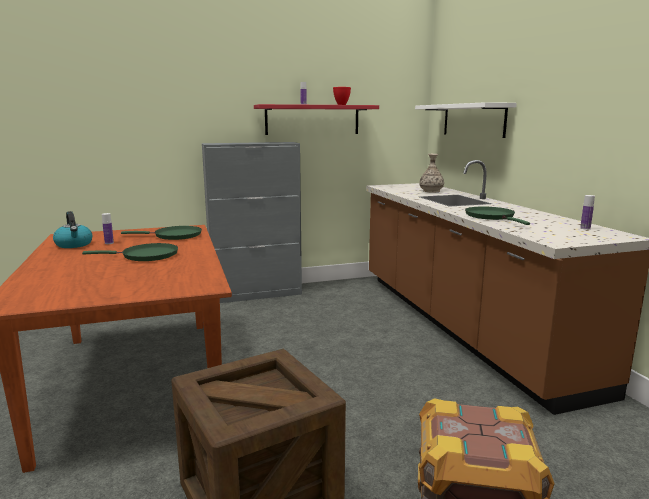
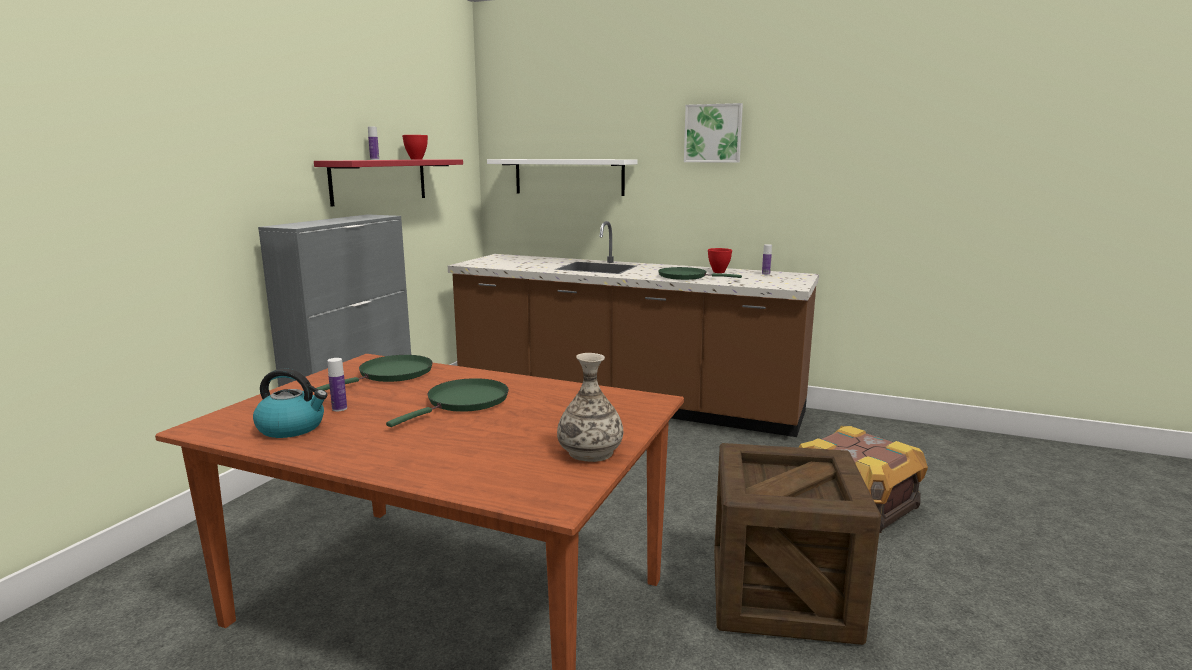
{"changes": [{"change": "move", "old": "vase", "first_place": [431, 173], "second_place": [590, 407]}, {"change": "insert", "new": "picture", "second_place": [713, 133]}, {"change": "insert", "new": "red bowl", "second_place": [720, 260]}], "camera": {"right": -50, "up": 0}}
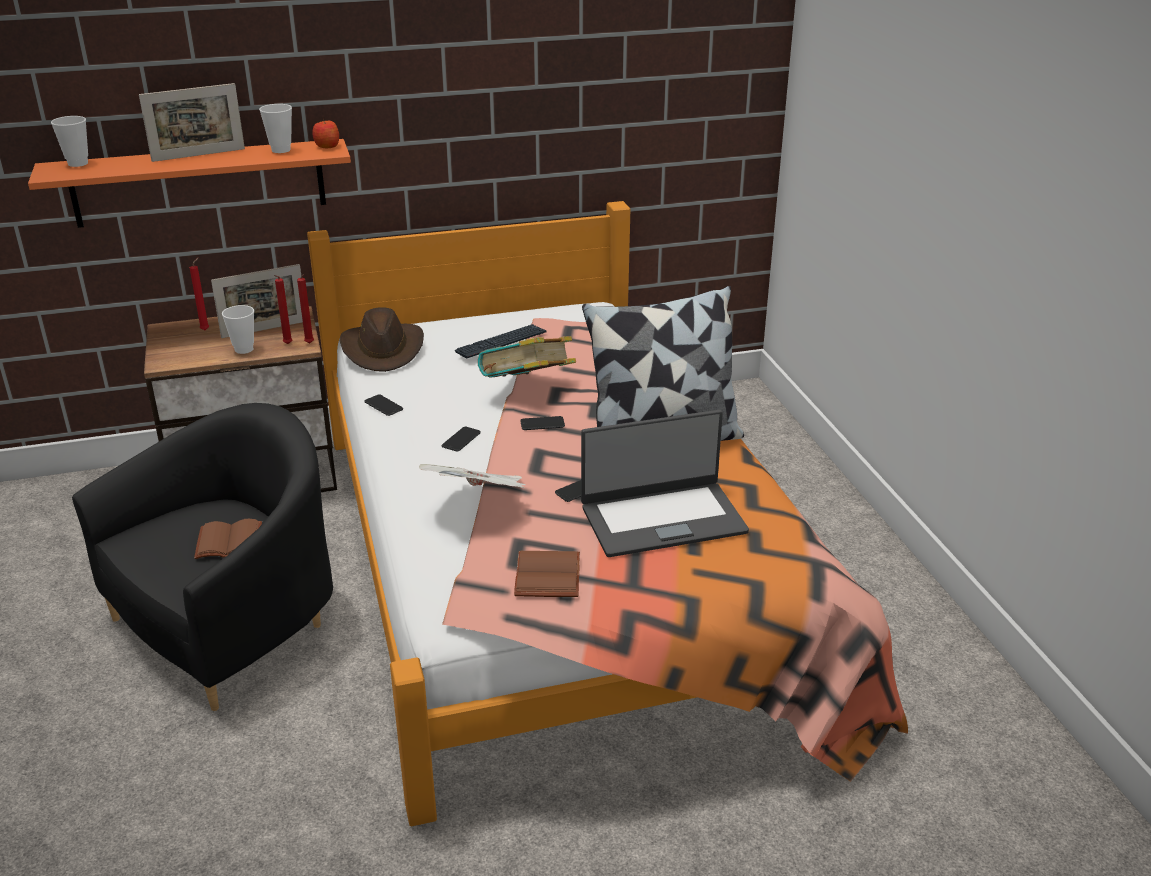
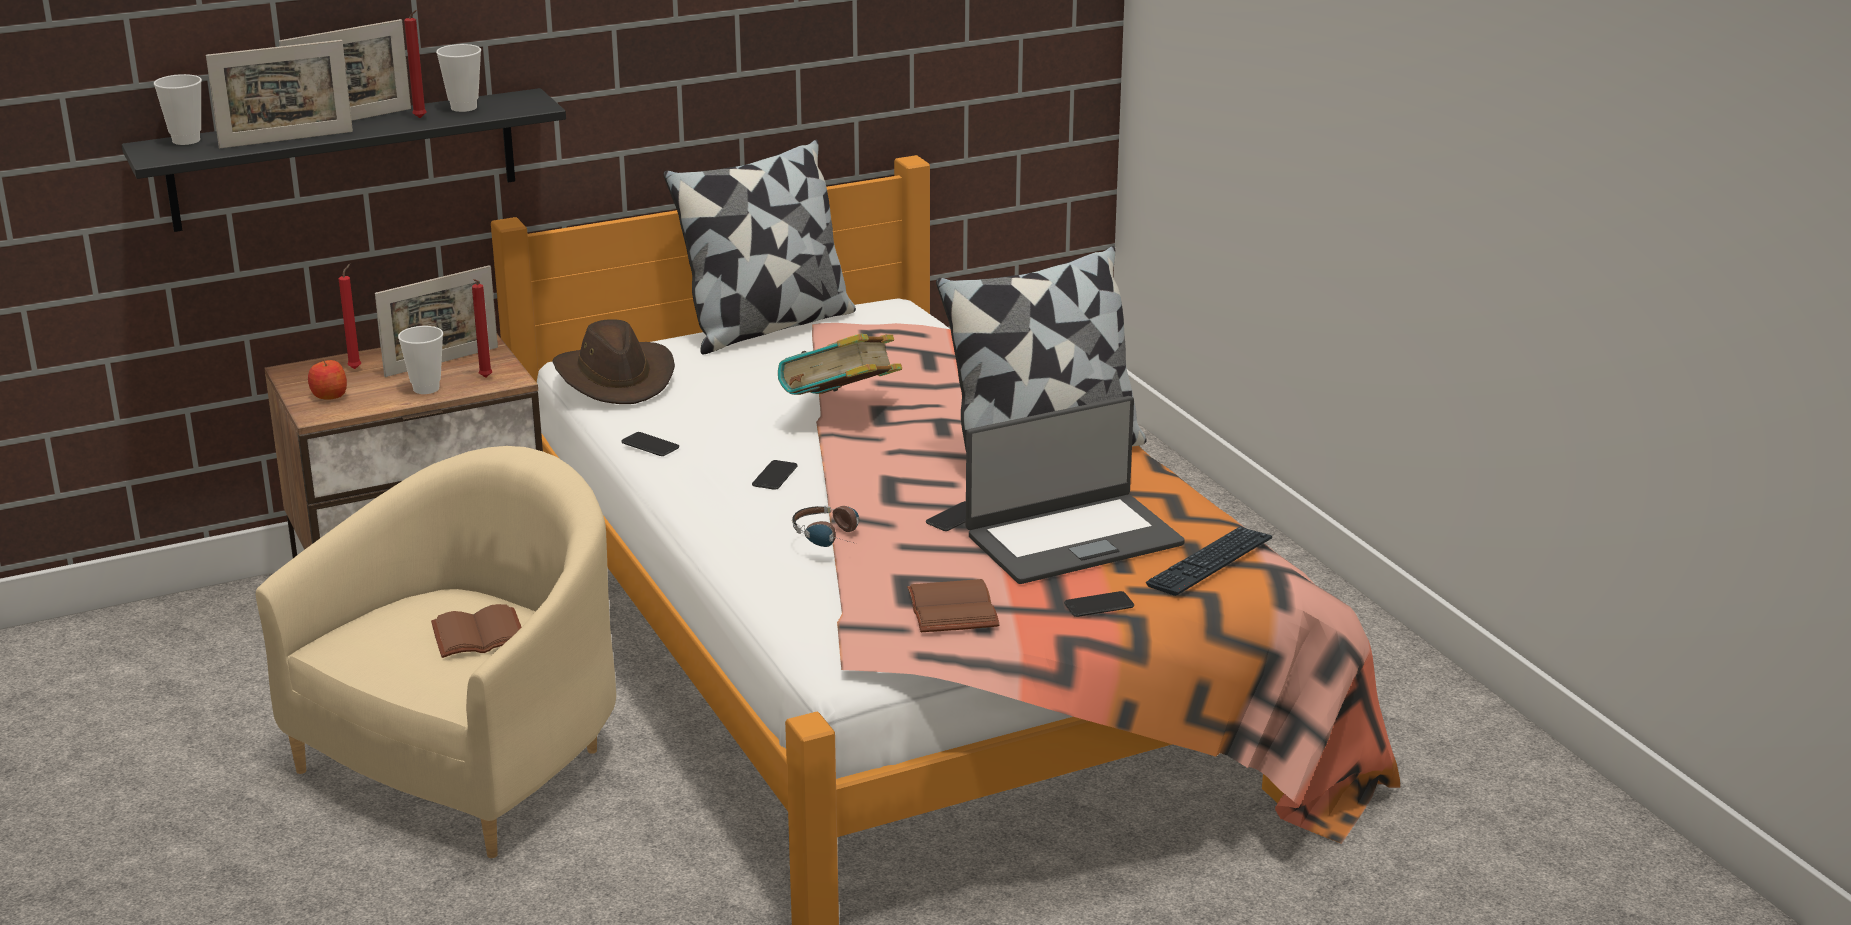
{"changes": [{"change": "move", "old": "apple", "first_place": [325, 133], "second_place": [327, 380]}, {"change": "recolor", "old": "orange shelf", "new": "black shelf", "first_place": [189, 183], "second_place": [344, 160]}, {"change": "move", "old": "red candle", "first_place": [305, 309], "second_place": [415, 64]}, {"change": "move", "old": "keyboard", "first_place": [500, 341], "second_place": [1209, 561]}, {"change": "recolor", "old": "black armchair", "new": "beige armchair", "first_place": [202, 557], "second_place": [436, 652]}, {"change": "move", "old": "phone", "first_place": [542, 423], "second_place": [1099, 604]}, {"change": "replace", "old": "newspaper", "new": "headphones", "first_place": [472, 476], "second_place": [825, 526]}, {"change": "insert", "new": "picture frame", "second_place": [279, 94]}, {"change": "insert", "new": "pillow", "second_place": [759, 247]}], "camera": {"right": -10, "up": -5}}
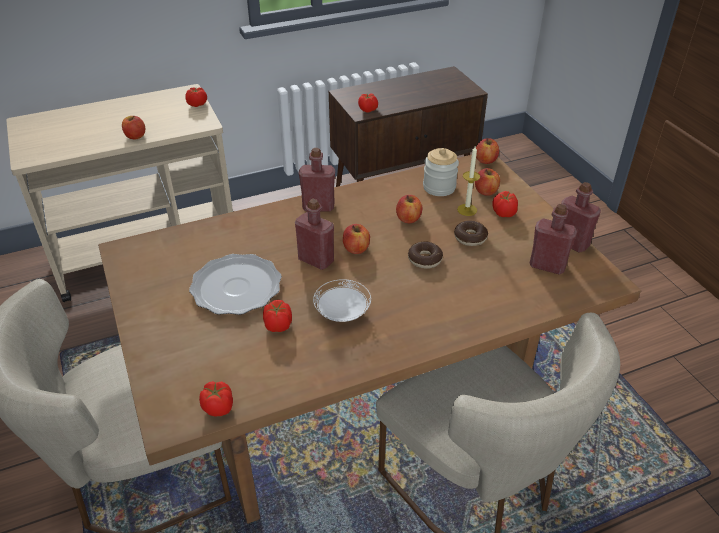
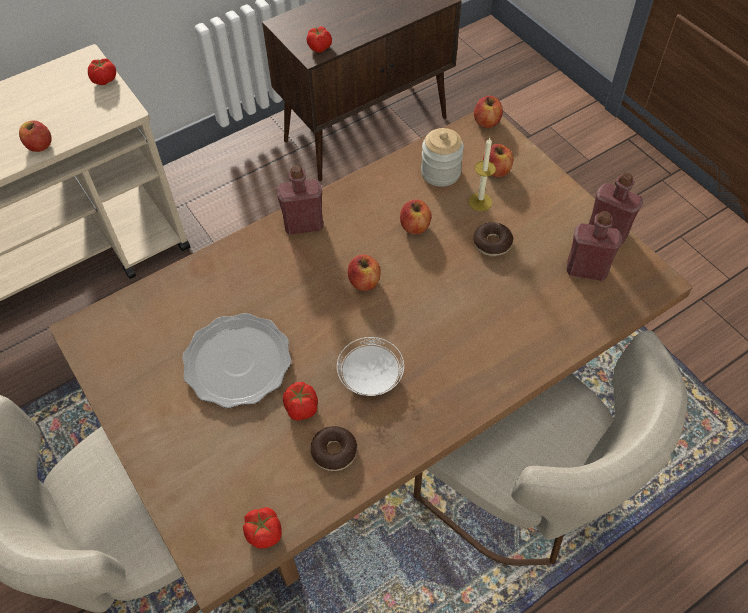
{"changes": [{"change": "delete", "old": "tomato", "first_place": [505, 204]}, {"change": "delete", "old": "red bottle", "first_place": [314, 234]}, {"change": "move", "old": "donut", "first_place": [425, 255], "second_place": [333, 448]}], "camera": {"right": -10, "up": 15}}
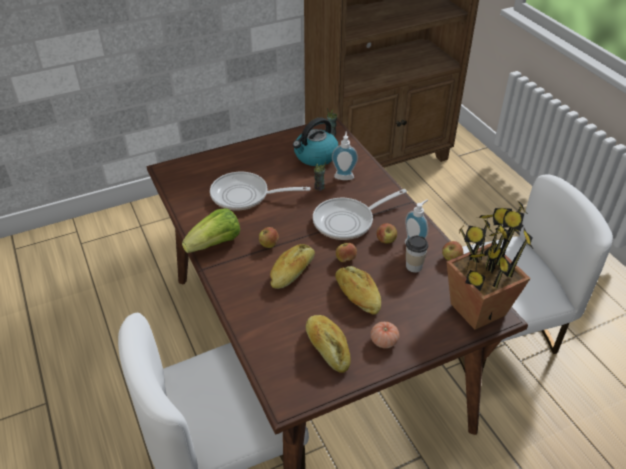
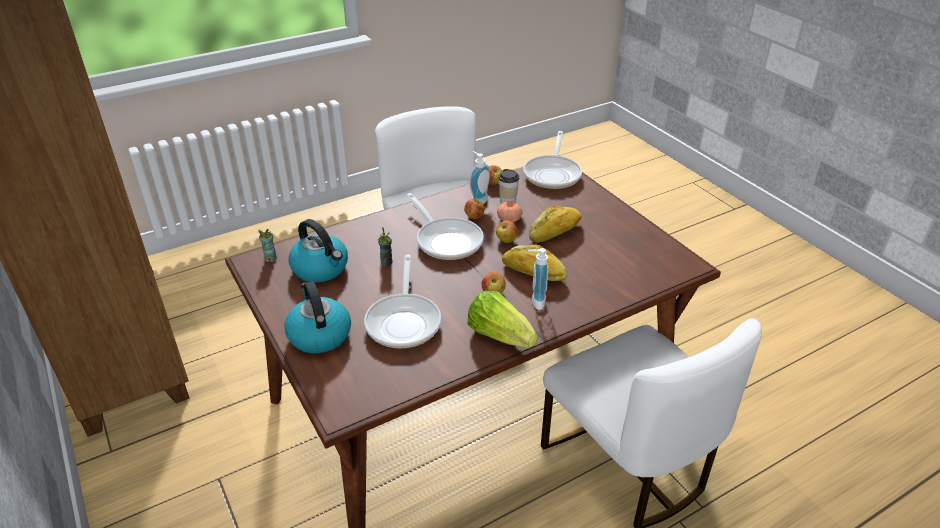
{"changes": [{"change": "move", "old": "soap dispenser", "first_place": [345, 155], "second_place": [538, 279]}, {"change": "replace", "old": "potted plant", "new": "frying pan", "first_place": [489, 265], "second_place": [552, 160]}, {"change": "delete", "old": "bread", "first_place": [328, 344]}, {"change": "move", "old": "tomato", "first_place": [384, 335], "second_place": [510, 211]}, {"change": "insert", "new": "kettle", "second_place": [317, 317]}], "camera": {"right": -95, "up": -5}}
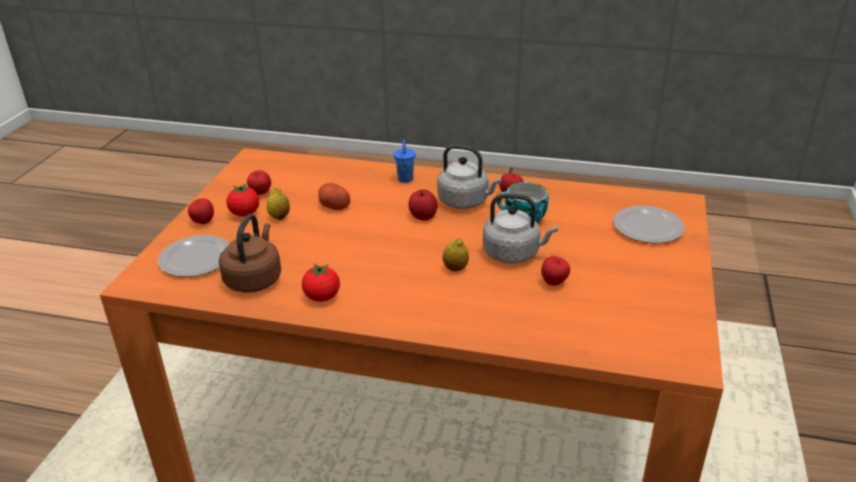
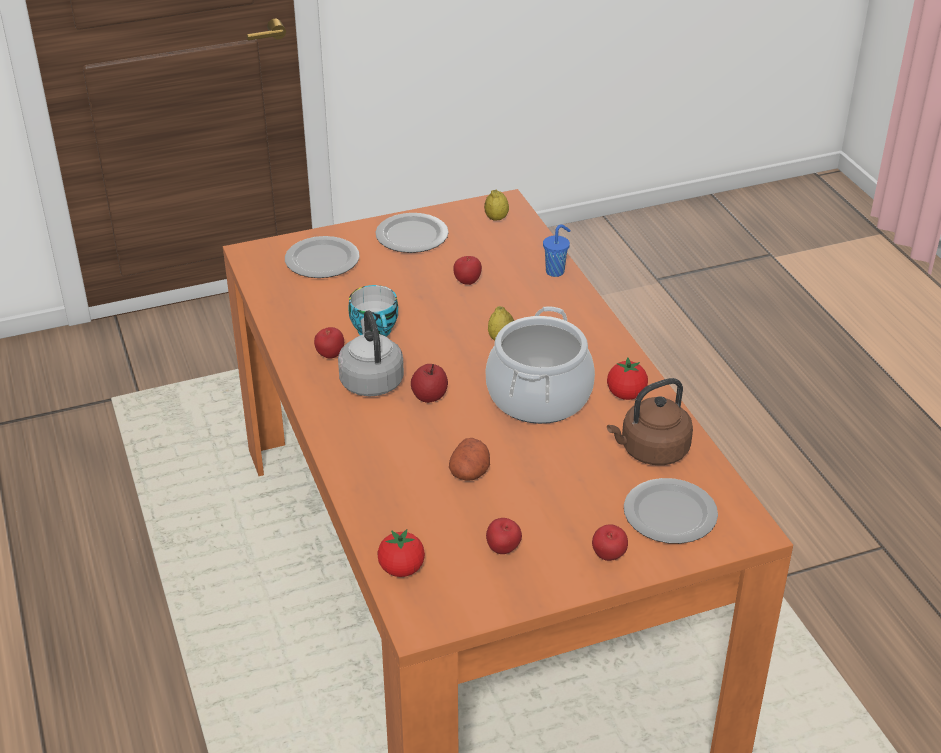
{"changes": [{"change": "move", "old": "blue cup", "first_place": [405, 161], "second_place": [557, 250]}, {"change": "move", "old": "tomato", "first_place": [242, 199], "second_place": [401, 553]}, {"change": "move", "old": "lemon", "first_place": [278, 204], "second_place": [496, 205]}, {"change": "delete", "old": "grey kettle", "first_place": [520, 228]}, {"change": "insert", "new": "plate", "second_place": [412, 233]}, {"change": "insert", "new": "cooking pot", "second_place": [540, 365]}], "camera": {"right": -125, "up": 5}}
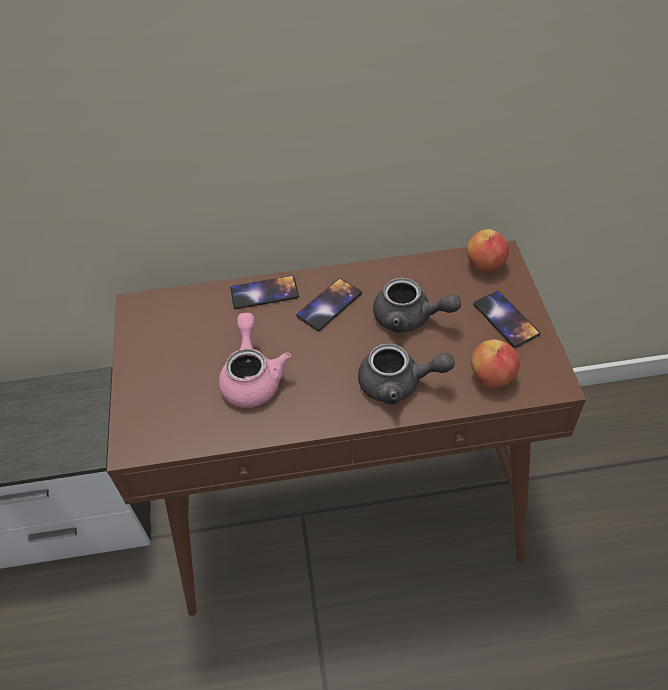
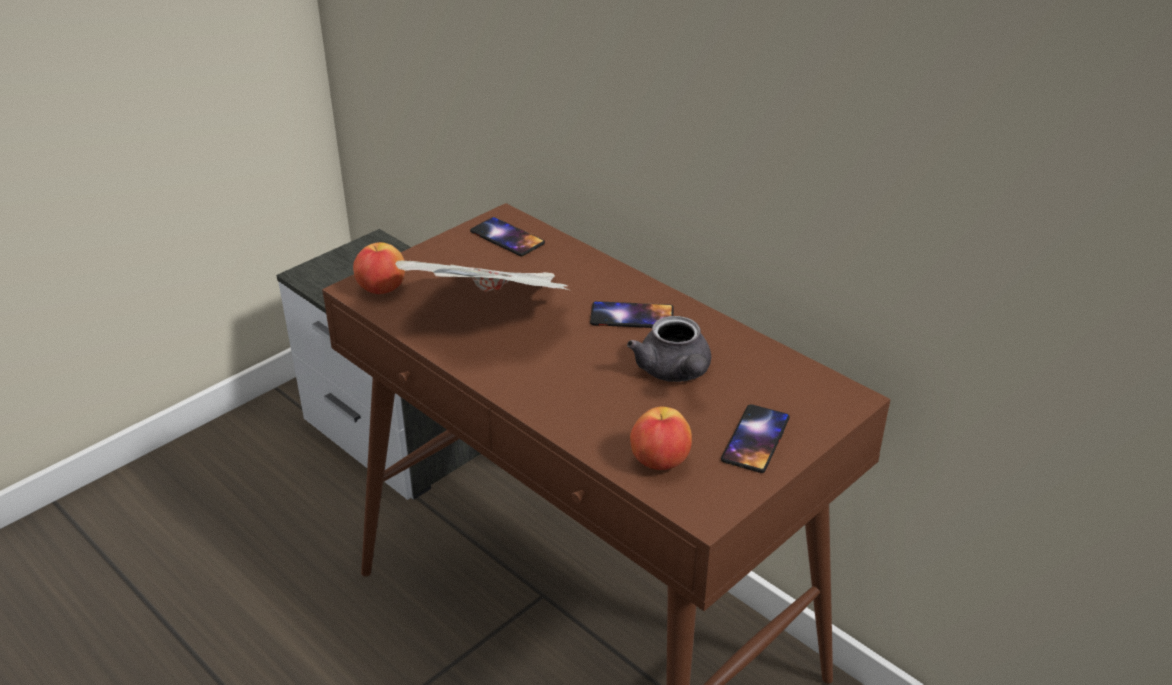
{"changes": [{"change": "move", "old": "apple", "first_place": [488, 250], "second_place": [379, 268]}, {"change": "move", "old": "phone", "first_place": [265, 292], "second_place": [507, 236]}, {"change": "replace", "old": "pink teapot", "new": "newspaper", "first_place": [255, 360], "second_place": [482, 276]}, {"change": "delete", "old": "grey teapot", "first_place": [406, 373]}], "camera": {"right": 50, "up": -15}}
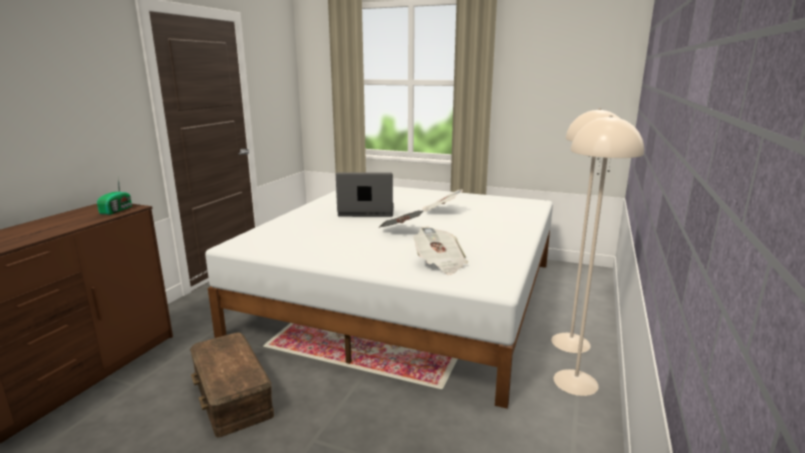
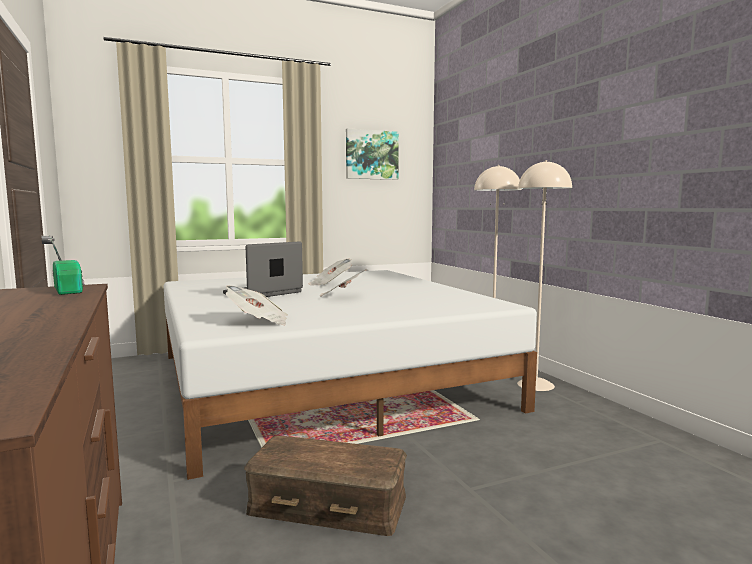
{"changes": [{"change": "move", "old": "newspaper", "first_place": [440, 250], "second_place": [257, 305]}, {"change": "insert", "new": "picture", "second_place": [372, 154]}], "camera": {"right": -45, "up": -10}}
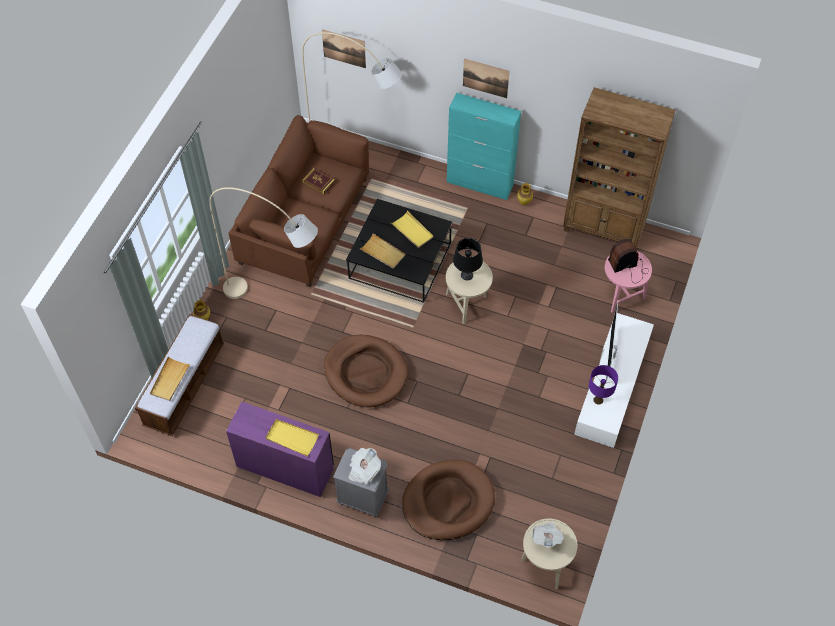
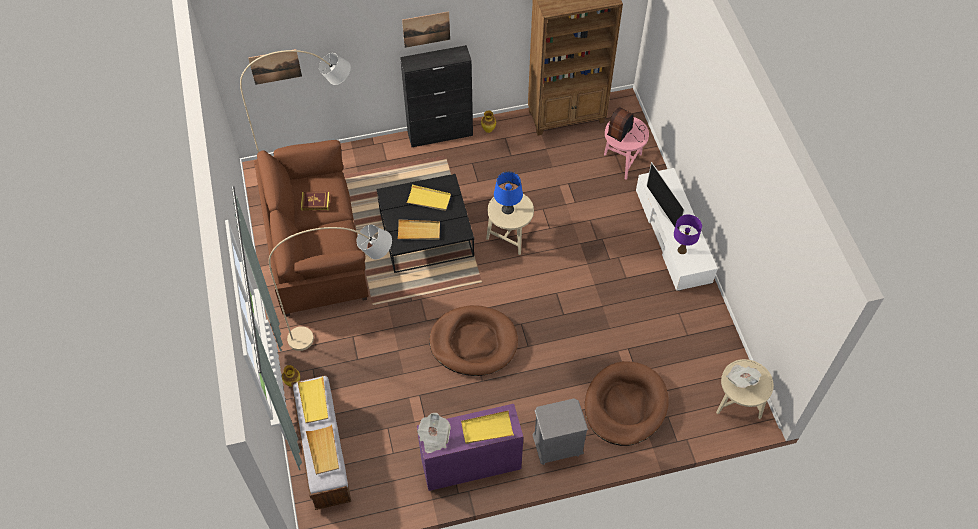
{"changes": [{"change": "recolor", "old": "turquoise cabinet", "new": "black cabinet", "first_place": [484, 146], "second_place": [436, 96]}, {"change": "recolor", "old": "black table lamp", "new": "blue table lamp", "first_place": [468, 259], "second_place": [508, 193]}, {"change": "move", "old": "newspaper", "first_place": [364, 466], "second_place": [434, 433]}, {"change": "insert", "new": "yellow tray", "second_place": [312, 400]}], "camera": {"right": -35, "up": 0}}
